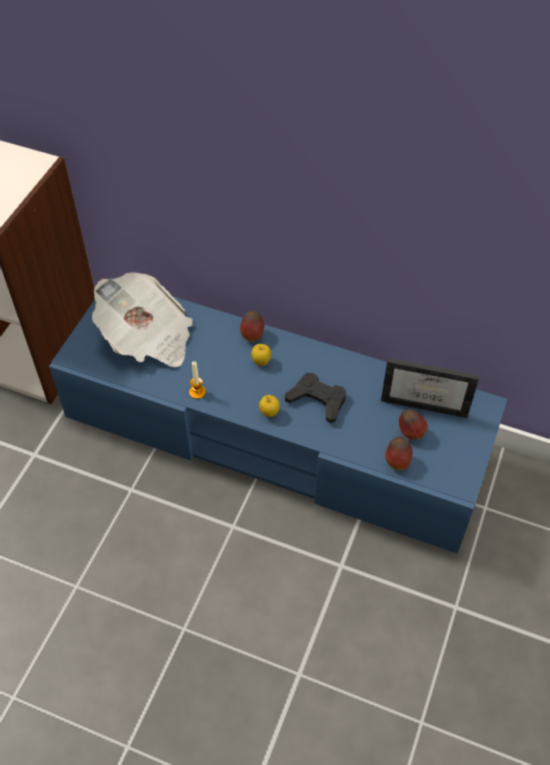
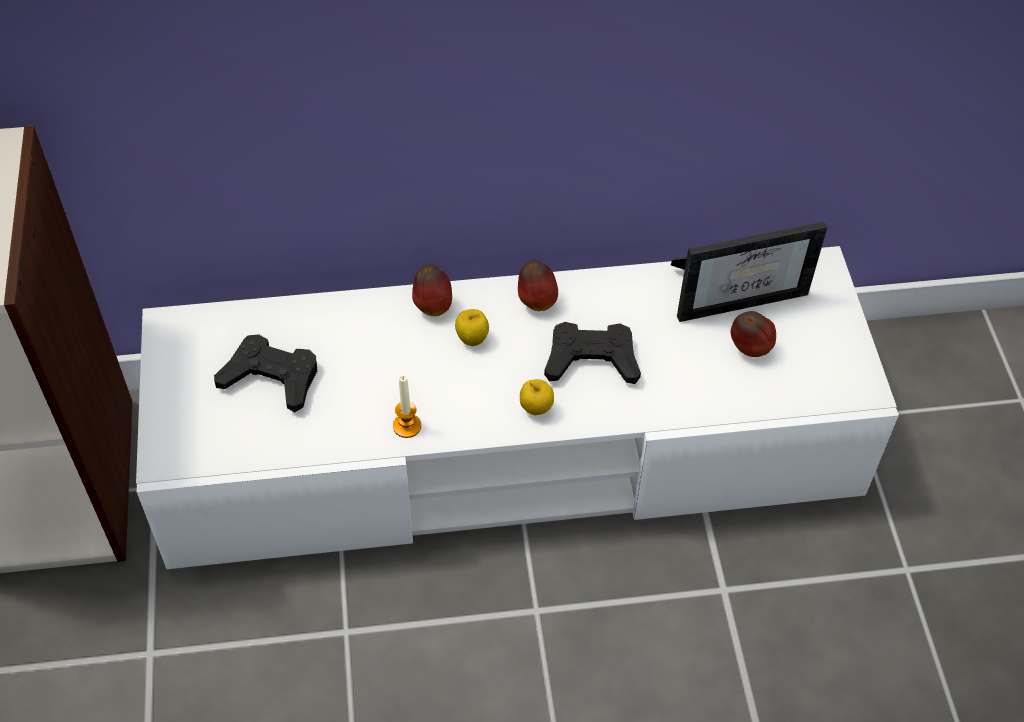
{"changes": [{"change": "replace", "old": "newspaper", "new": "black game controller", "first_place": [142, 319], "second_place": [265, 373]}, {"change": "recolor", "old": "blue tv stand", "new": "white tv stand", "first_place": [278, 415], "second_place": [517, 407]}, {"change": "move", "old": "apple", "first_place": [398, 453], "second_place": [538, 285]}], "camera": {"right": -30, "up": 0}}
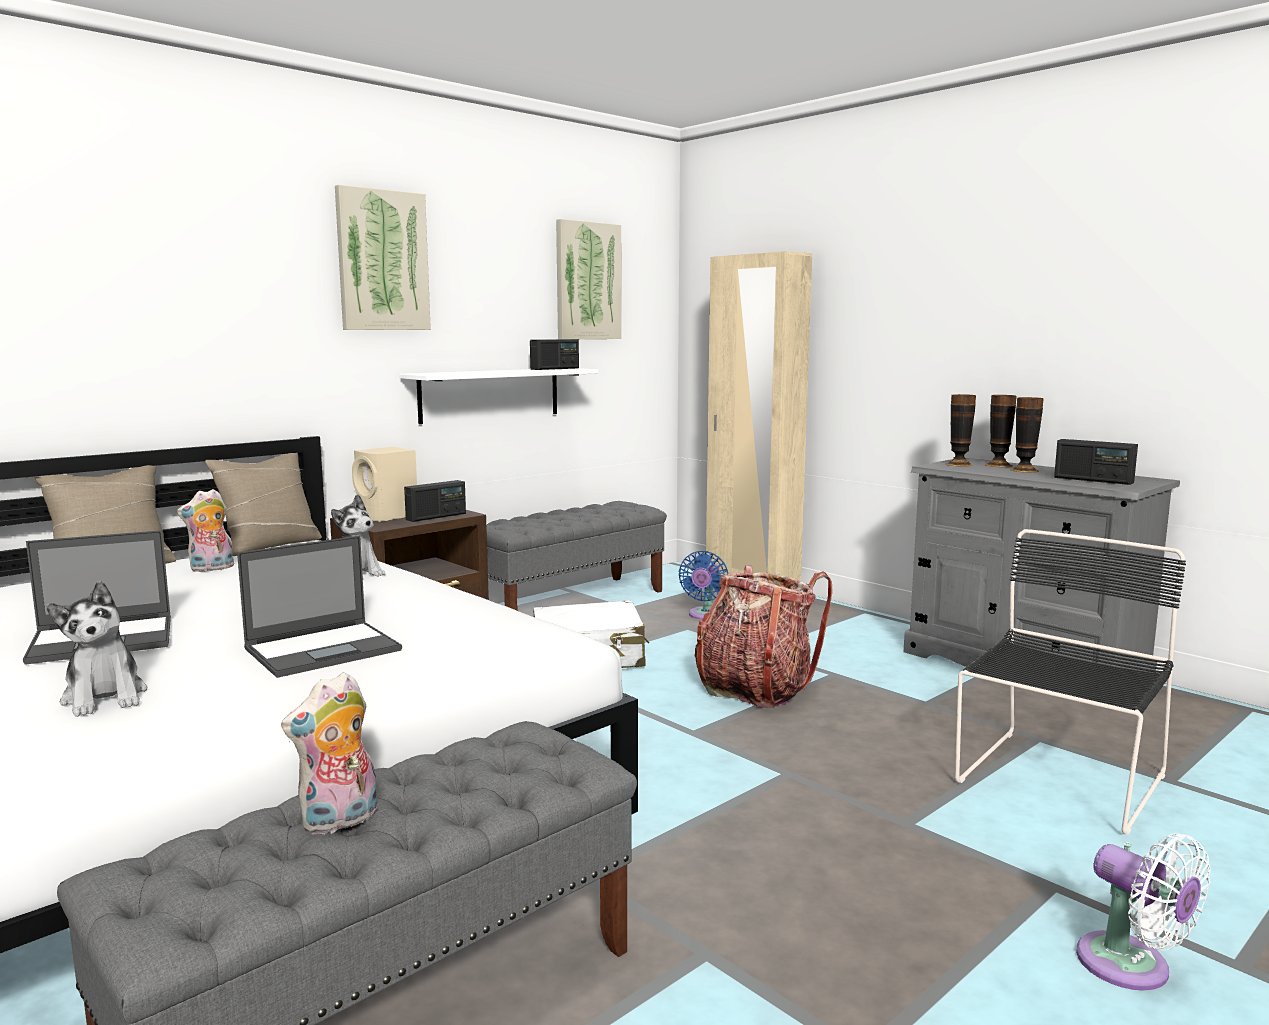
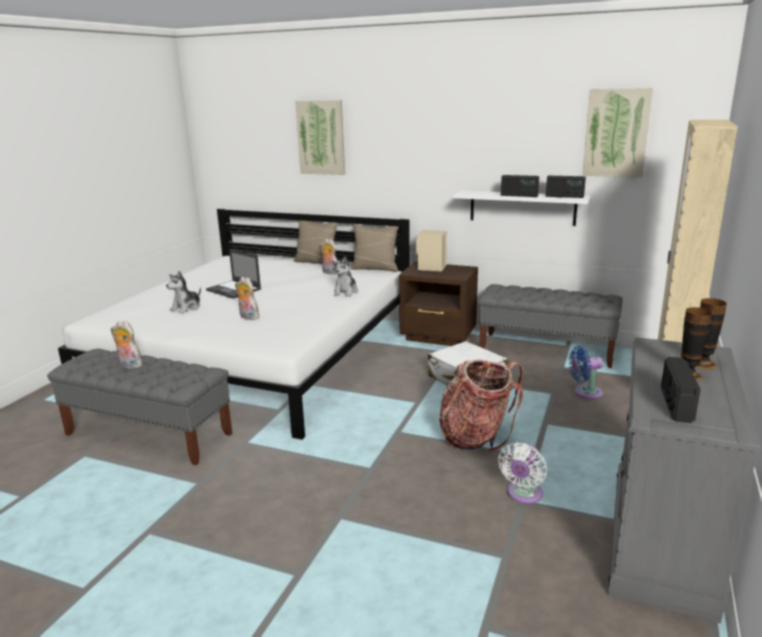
{"changes": [{"change": "move", "old": "picture", "first_place": [383, 257], "second_place": [320, 137]}, {"change": "delete", "old": "vase", "first_place": [961, 430]}, {"change": "move", "old": "radio", "first_place": [435, 501], "second_place": [520, 186]}, {"change": "delete", "old": "black chair", "first_place": [1070, 682]}, {"change": "replace", "old": "laptop", "new": "plush toy", "first_place": [319, 607], "second_place": [247, 298]}, {"change": "move", "old": "white fan", "first_place": [1143, 912], "second_place": [522, 473]}], "camera": {"right": 65, "up": 10}}
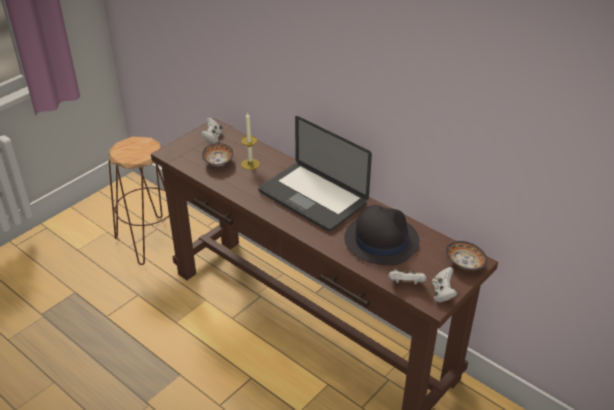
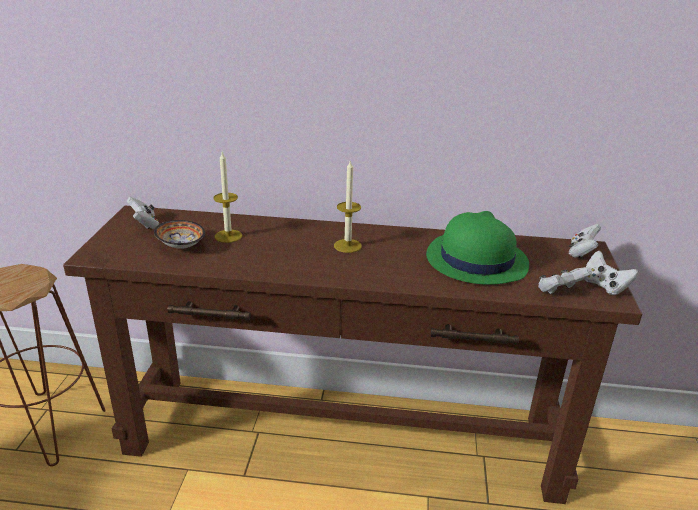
{"changes": [{"change": "replace", "old": "laptop", "new": "candle", "first_place": [315, 174], "second_place": [348, 206]}, {"change": "recolor", "old": "black hat", "new": "green hat", "first_place": [381, 235], "second_place": [477, 248]}, {"change": "replace", "old": "bowl", "new": "white game controller", "first_place": [466, 255], "second_place": [585, 241]}], "camera": {"right": -35, "up": -10}}
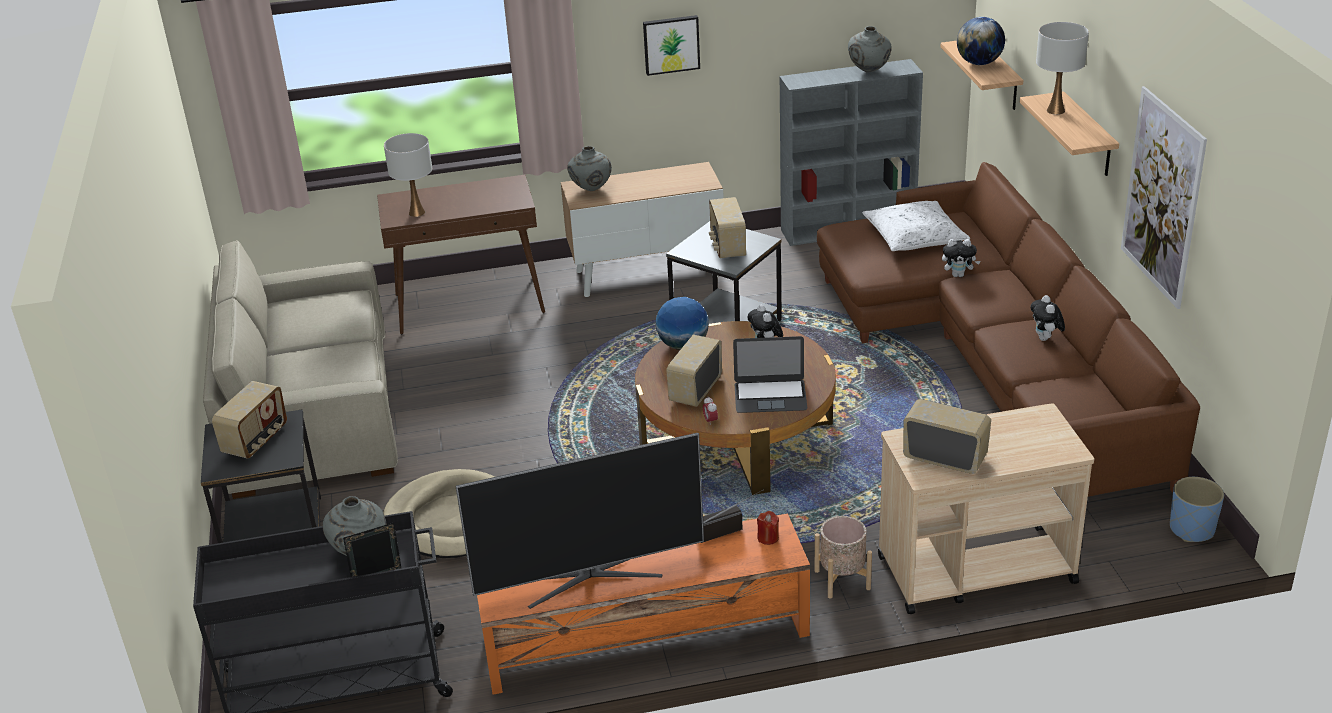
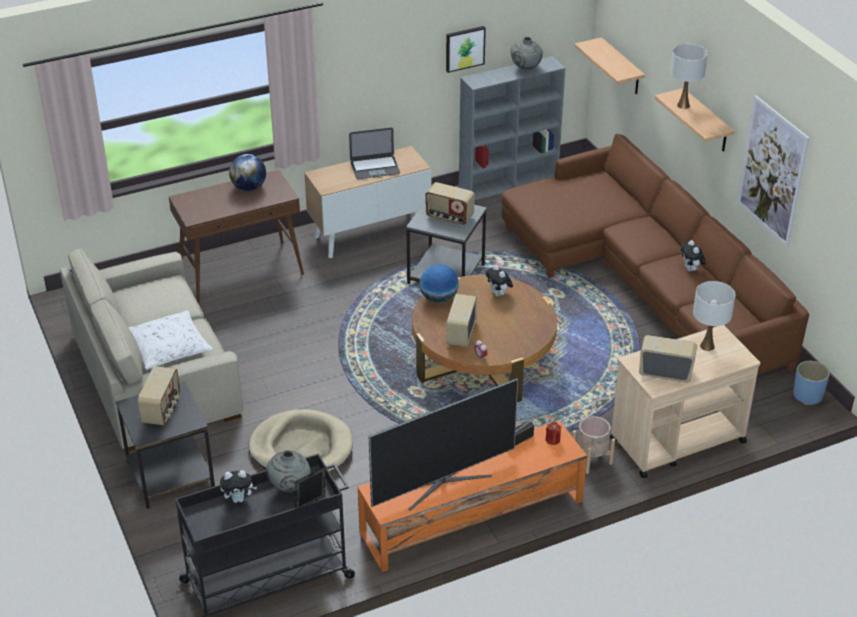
{"changes": [{"change": "move", "old": "picture", "first_place": [671, 45], "second_place": [466, 49]}, {"change": "move", "old": "globe", "first_place": [981, 41], "second_place": [247, 172]}, {"change": "move", "old": "white table lamp", "first_place": [408, 175], "second_place": [714, 316]}, {"change": "delete", "old": "grey vase", "first_place": [589, 168]}, {"change": "rotate", "old": "radio", "first_place": [727, 227], "second_place": [450, 203], "degrees": -45}, {"change": "move", "old": "white pillow", "first_place": [916, 226], "second_place": [171, 340]}, {"change": "move", "old": "plush toy", "first_place": [961, 258], "second_place": [238, 486]}, {"change": "move", "old": "laptop", "first_place": [770, 374], "second_place": [374, 153]}], "camera": {"right": -15, "up": 5}}
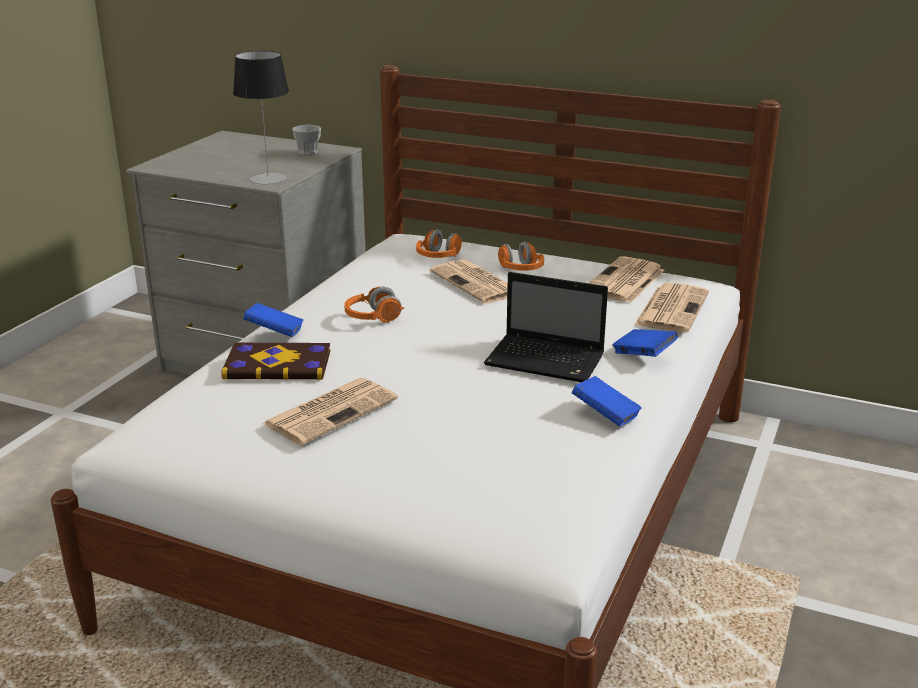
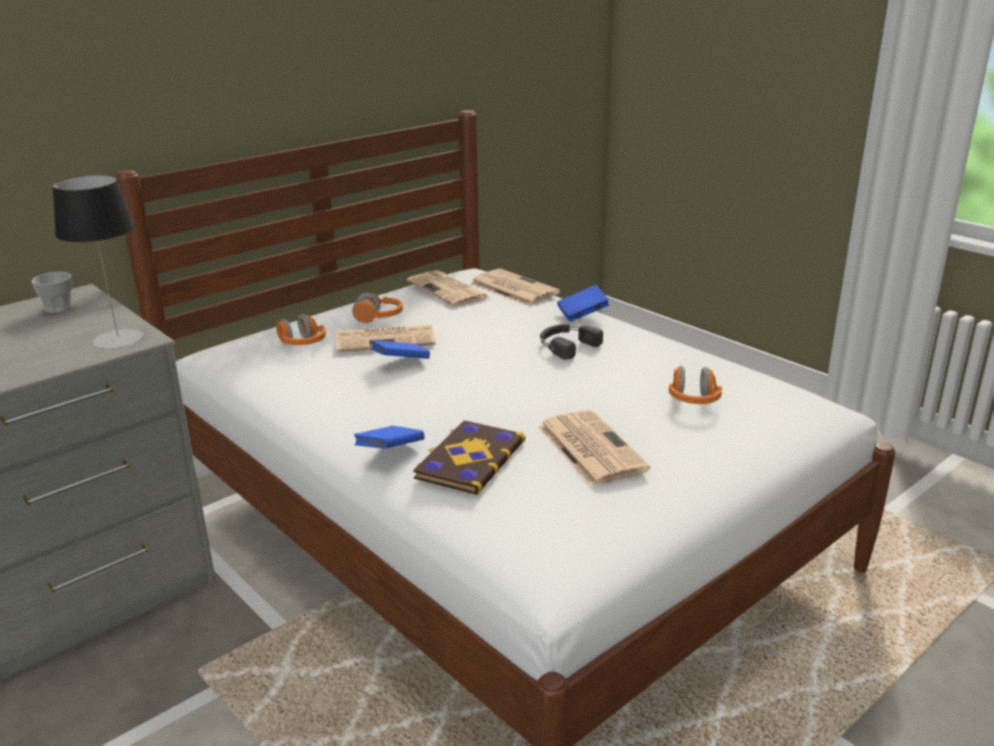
{"changes": [{"change": "replace", "old": "laptop", "new": "black headphones", "first_place": [546, 327], "second_place": [571, 342]}, {"change": "move", "old": "orange headphones", "first_place": [374, 304], "second_place": [695, 385]}, {"change": "move", "old": "blue book", "first_place": [607, 401], "second_place": [400, 349]}], "camera": {"right": -65, "up": 0}}
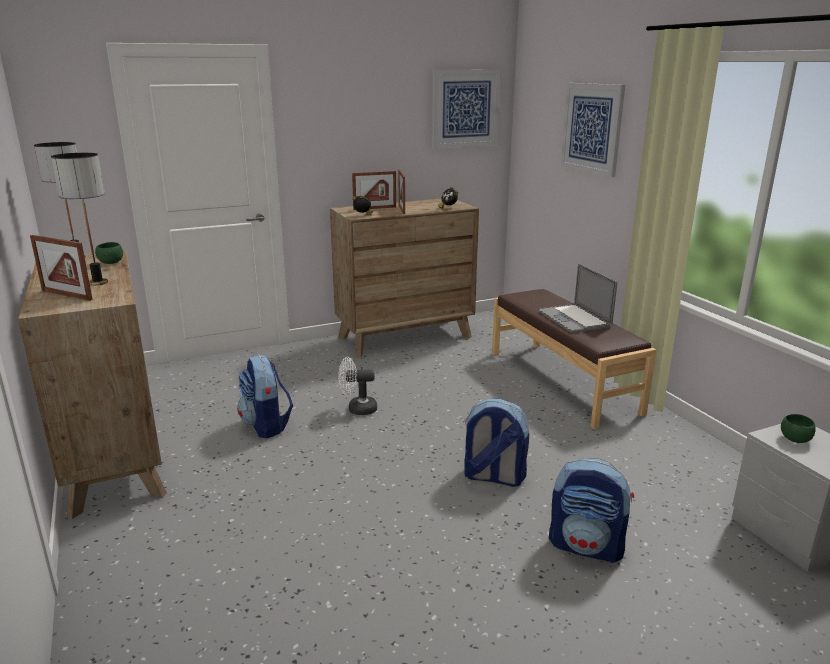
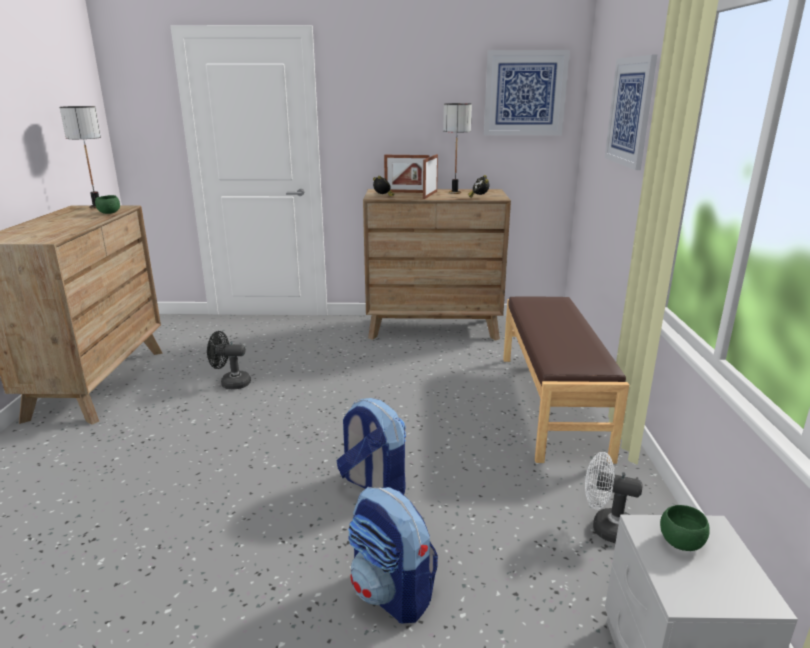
{"changes": [{"change": "move", "old": "table lamp", "first_place": [79, 219], "second_place": [457, 148]}, {"change": "delete", "old": "picture frame", "first_place": [61, 268]}, {"change": "delete", "old": "laptop", "first_place": [577, 298]}, {"change": "replace", "old": "backpack", "new": "black fan", "first_place": [265, 396], "second_place": [229, 360]}, {"change": "move", "old": "white fan", "first_place": [357, 386], "second_place": [614, 497]}], "camera": {"right": 25, "up": 0}}
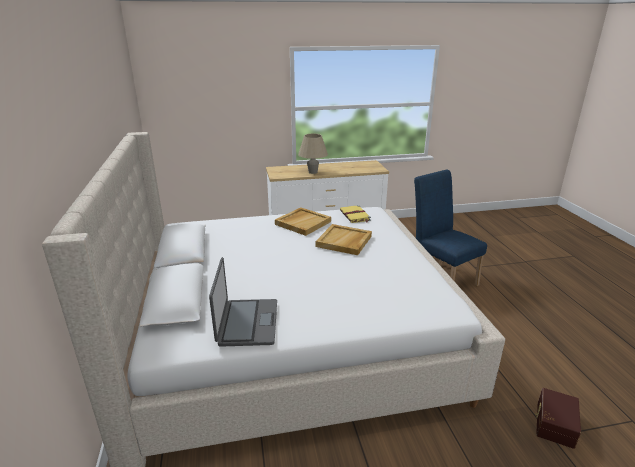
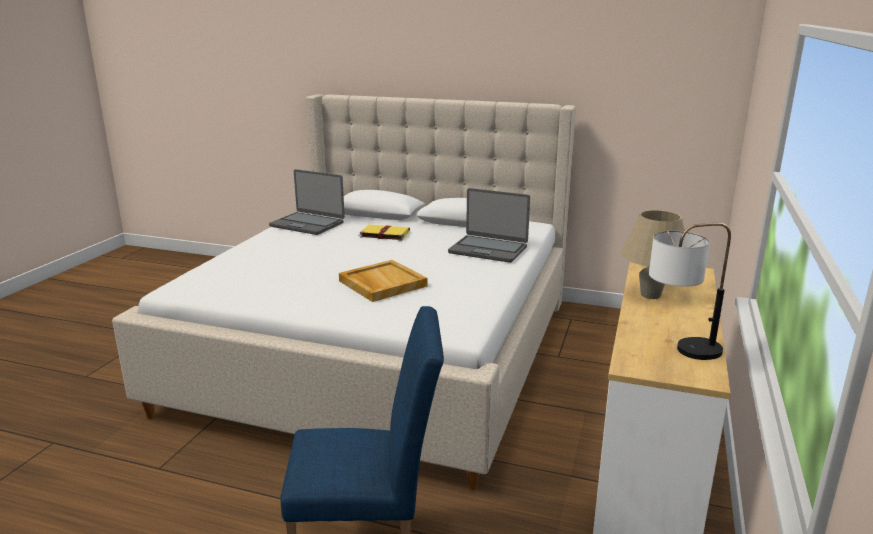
{"changes": [{"change": "move", "old": "yellow book", "first_place": [355, 214], "second_place": [384, 233]}, {"change": "delete", "old": "beige tray", "first_place": [303, 221]}, {"change": "delete", "old": "brown storage box", "first_place": [558, 418]}, {"change": "insert", "new": "laptop", "second_place": [489, 225]}, {"change": "insert", "new": "table lamp", "second_place": [690, 291]}], "camera": {"right": 120, "up": -5}}
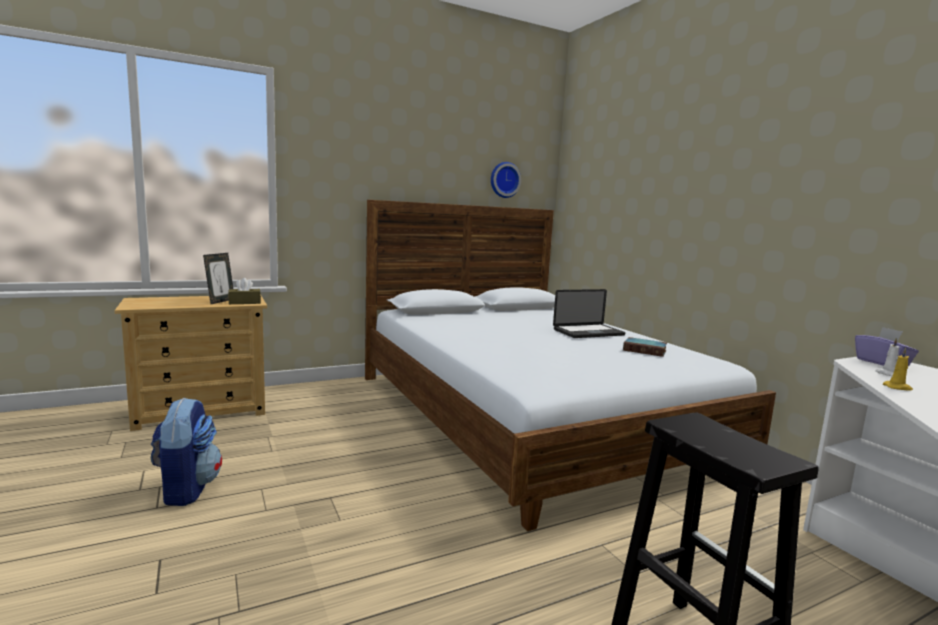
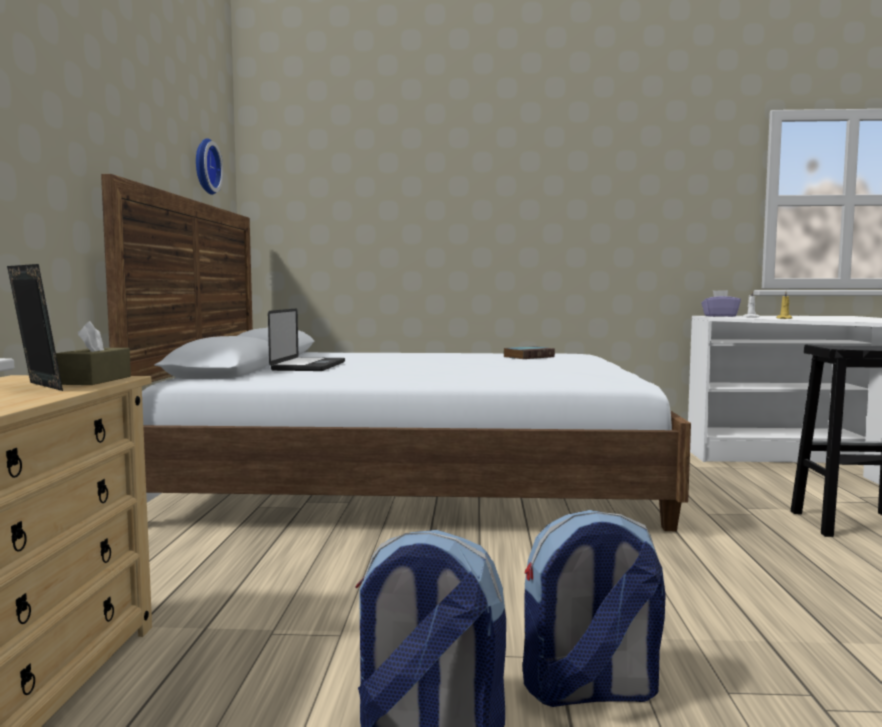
{"changes": [{"change": "move", "old": "laptop", "first_place": [589, 313], "second_place": [306, 339]}, {"change": "insert", "new": "backpack", "second_place": [594, 608]}], "camera": {"right": -60, "up": -5}}
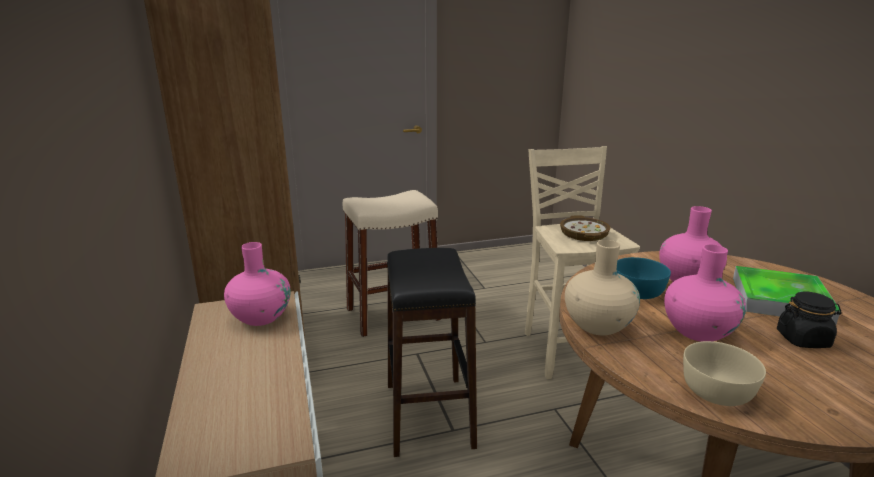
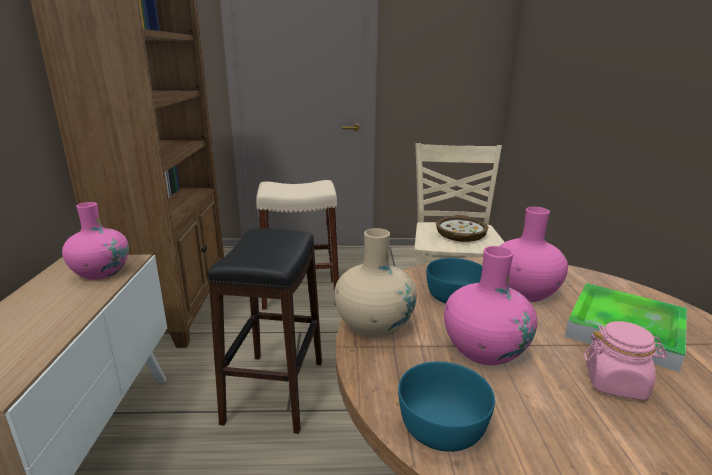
{"changes": [{"change": "recolor", "old": "black jar", "new": "pink jar", "first_place": [809, 320], "second_place": [625, 360]}, {"change": "recolor", "old": "beige bowl", "new": "turquoise bowl", "first_place": [724, 373], "second_place": [446, 406]}], "camera": {"right": 15, "up": 0}}
